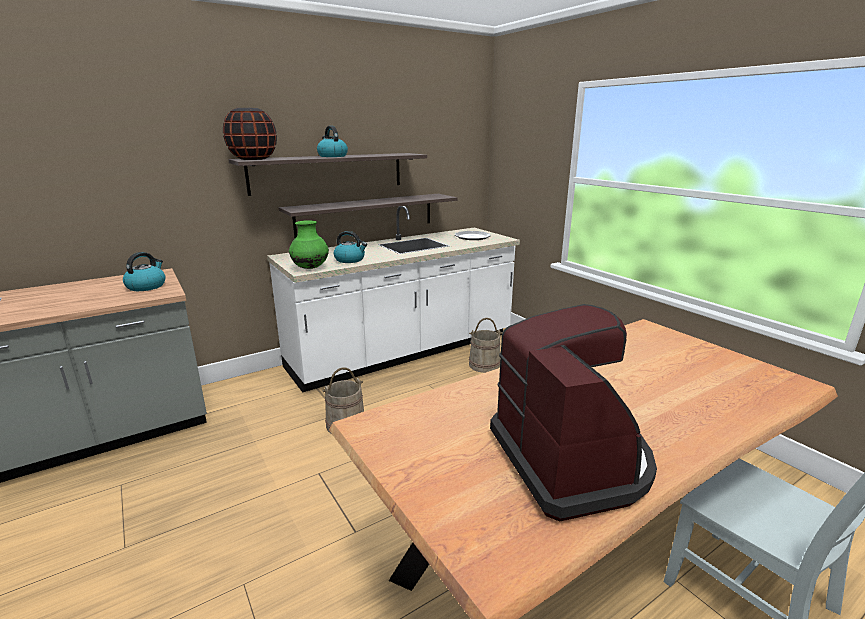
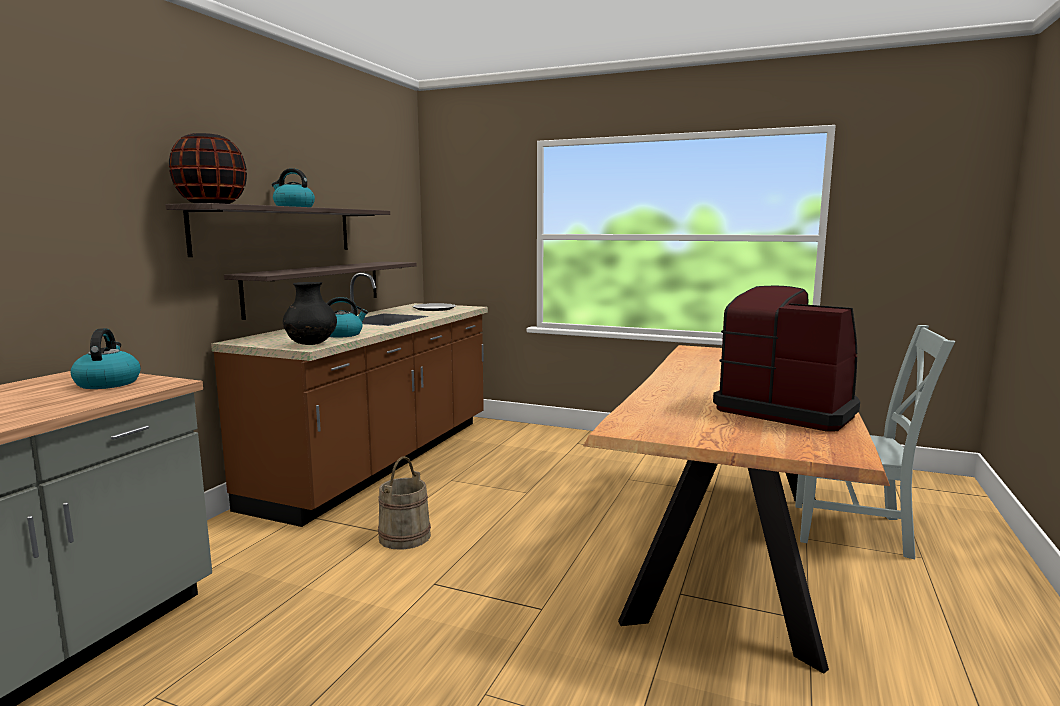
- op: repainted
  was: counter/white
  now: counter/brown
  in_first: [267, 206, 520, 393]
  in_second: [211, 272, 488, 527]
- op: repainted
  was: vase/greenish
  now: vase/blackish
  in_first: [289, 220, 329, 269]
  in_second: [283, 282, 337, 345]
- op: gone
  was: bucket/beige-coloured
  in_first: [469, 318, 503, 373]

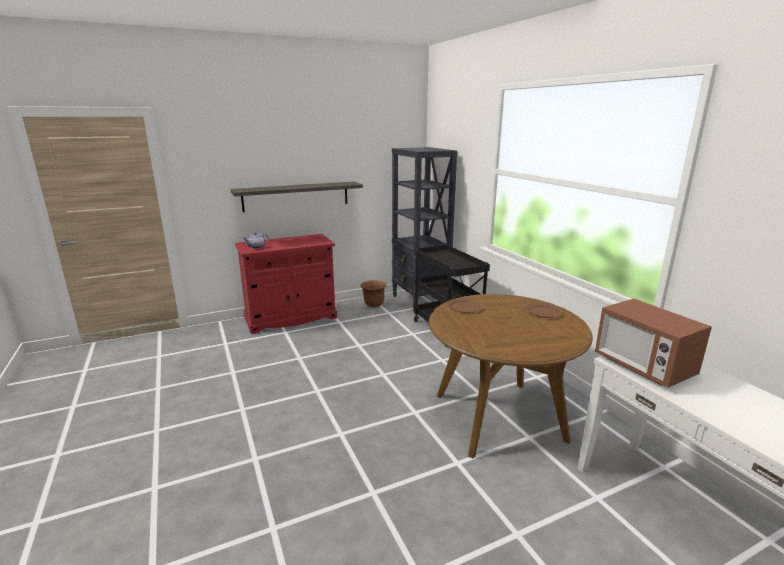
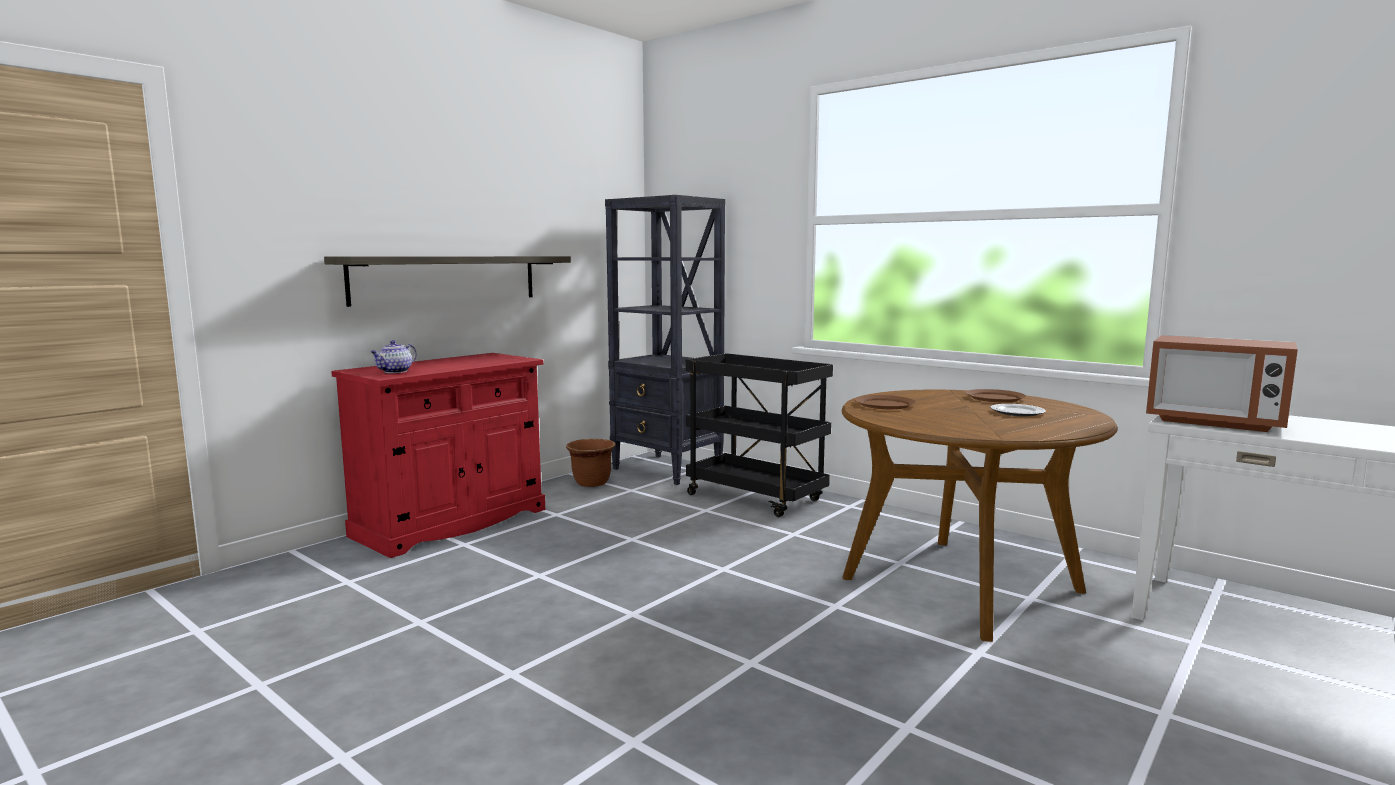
- op: new
  now: dinner plate
  in_second: [990, 404, 1046, 416]

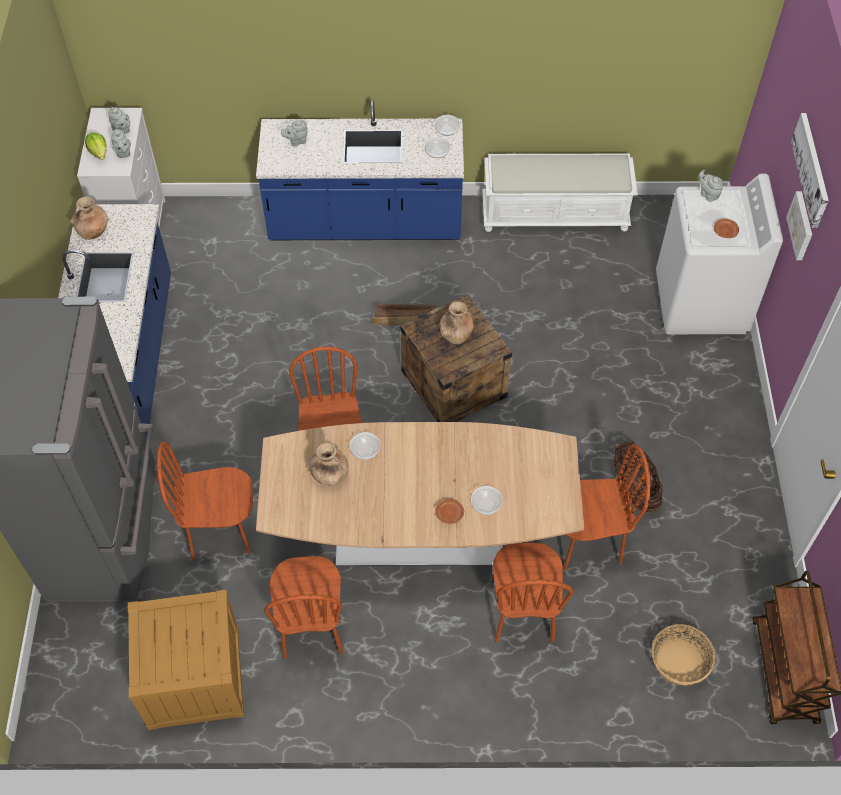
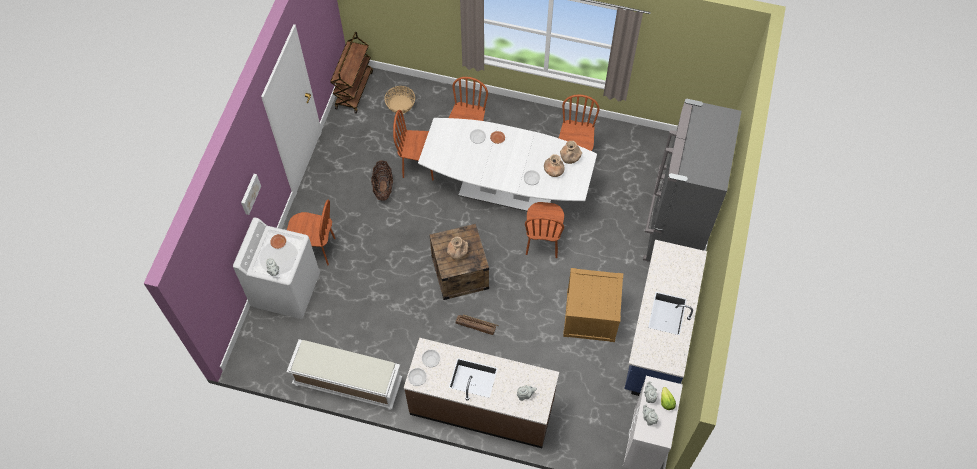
- op: shifted
  was: upright chair/brown
  in_first: [157, 441, 253, 561]
  in_second: [287, 199, 336, 265]
- op: repainted
  was: counter/blue
  now: counter/brown
  in_first: [256, 100, 464, 240]
  in_second: [404, 338, 559, 448]
- op: repainted
  was: kitchen table/brown
  now: kitchen table/white
  in_first: [256, 422, 584, 567]
  in_second: [418, 118, 597, 211]
- op: shifted
  was: vase/brown
  in_first: [70, 196, 109, 240]
  in_second: [560, 141, 582, 164]
- op: shifted
  was: crate
  in_first: [128, 590, 244, 730]
  in_second: [563, 268, 623, 342]
- op: gone
  was: picture
  in_first: [791, 113, 829, 228]

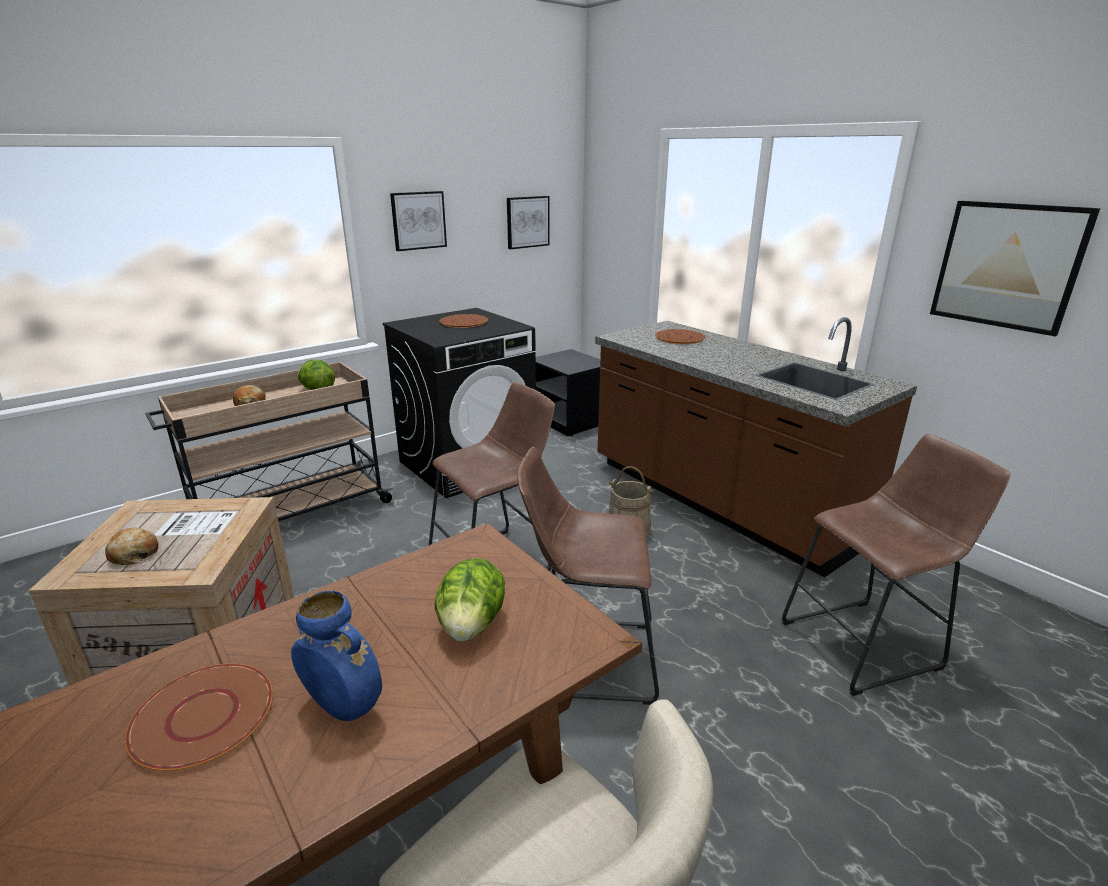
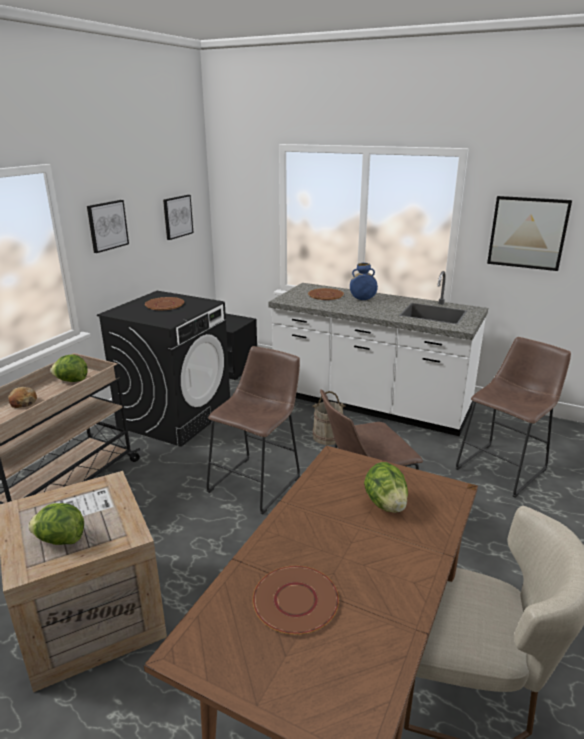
- op: swapped
  was: bakery bread
  now: head of lettuce
  in_first: [105, 528, 158, 565]
  in_second: [28, 503, 84, 545]
- op: repainted
  was: counter/brown
  now: counter/white
  in_first: [595, 317, 917, 577]
  in_second: [268, 271, 488, 436]
- op: shifted
  was: vase/blue
  in_first: [291, 591, 382, 721]
  in_second: [350, 263, 378, 300]

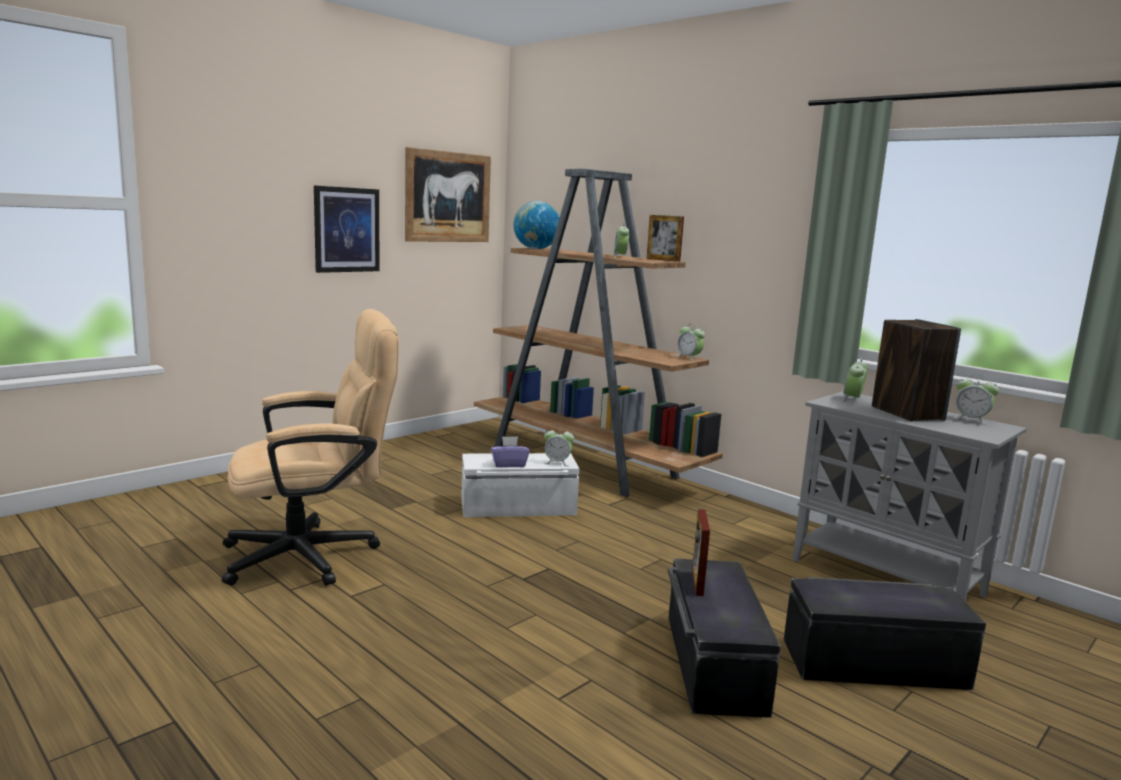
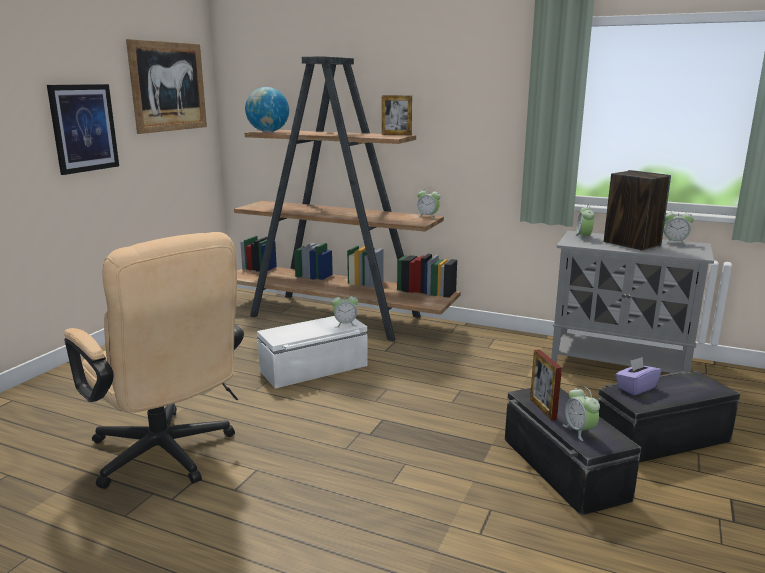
- op: rotated
  was: computer chair/beige-coloured
  in_first: [222, 309, 399, 586]
  in_second: [64, 232, 244, 489]
  clockwise: 90
- op: shifted
  was: bedside clock
  in_first: [613, 222, 629, 257]
  in_second: [563, 387, 600, 441]
- op: shifted
  was: box of tissues/purple-coloured
  in_first: [491, 436, 530, 468]
  in_second: [615, 357, 661, 395]

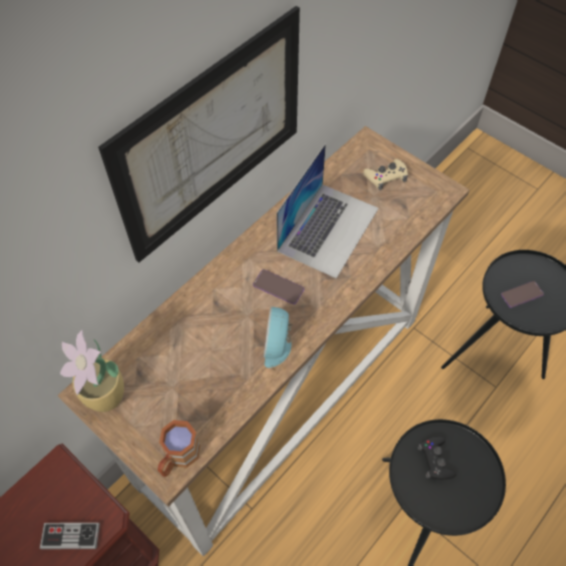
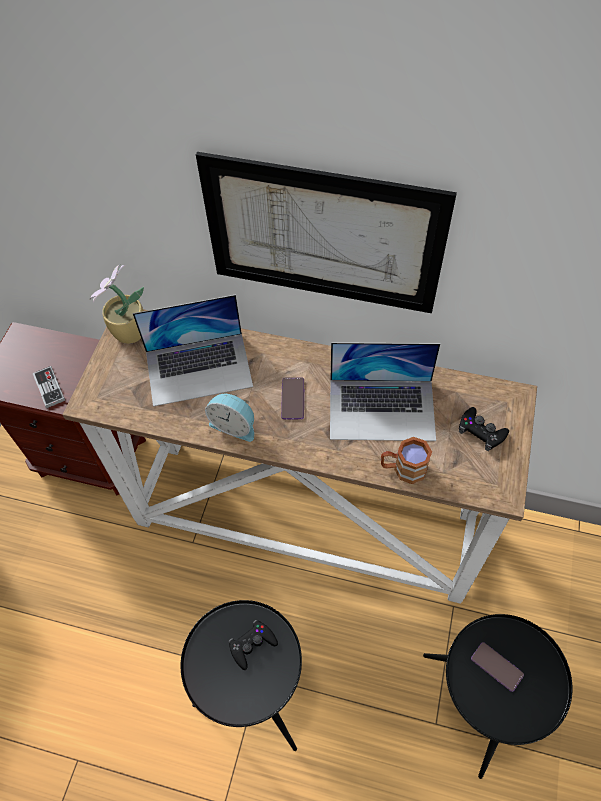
- op: new
  now: laptop
  in_second: [133, 294, 253, 407]
- op: rotated
  was: bedside clock
  in_first: [264, 307, 293, 368]
  in_second: [205, 394, 254, 442]
  clockwise: -135
- op: shifted
  was: tea mug/brown
  in_first: [158, 420, 200, 477]
  in_second: [381, 437, 432, 484]
- op: repainted
  was: game controller/beige-coloured
  now: game controller/blackish
  in_first: [364, 159, 408, 190]
  in_second: [459, 407, 509, 451]

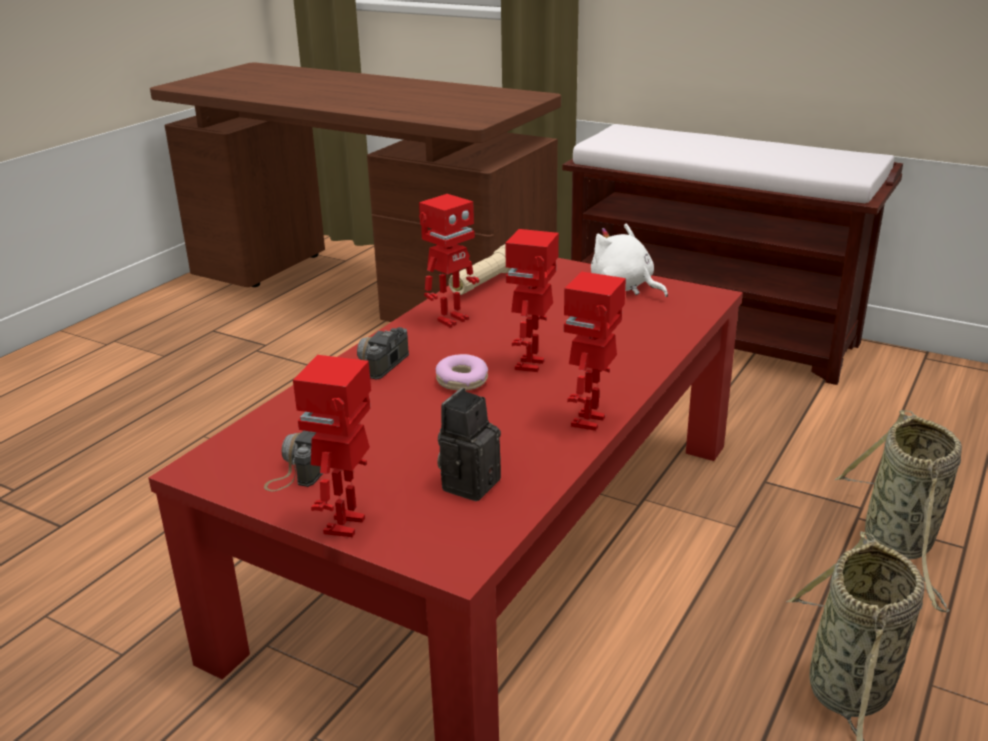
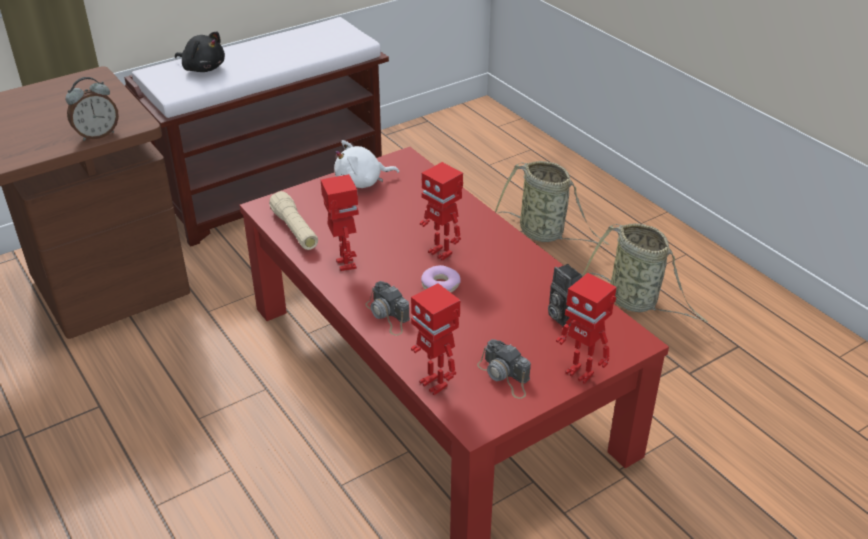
- op: new
  now: bedside clock
  in_second: [65, 77, 119, 141]
- op: new
  now: soft toy/blackish
  in_second: [175, 31, 225, 72]
- op: shifted
  was: model robot
  in_first: [563, 271, 626, 431]
  in_second: [411, 283, 460, 395]

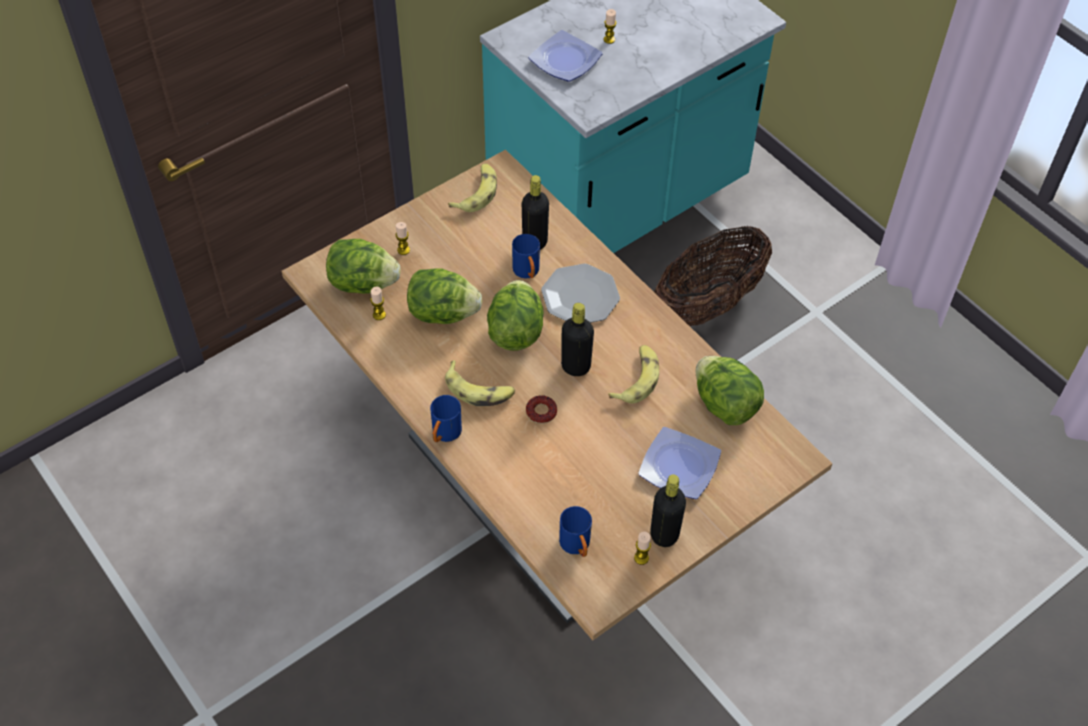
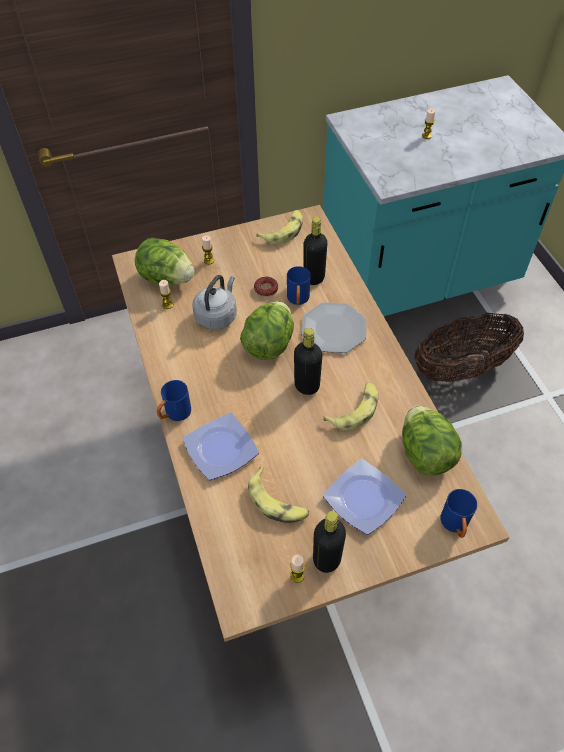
- op: shifted
  was: dinner plate
  in_first: [528, 30, 603, 82]
  in_second: [182, 413, 259, 480]
- op: swapped
  was: head of lettuce
  now: tea kettle/grey
  in_first: [407, 268, 482, 324]
  in_second: [192, 275, 237, 330]
- op: shifted
  was: whole banana
  in_first: [445, 360, 515, 406]
  in_second: [248, 466, 309, 523]
- op: shifted
  was: doughnut
  in_first: [526, 396, 557, 424]
  in_second: [254, 277, 278, 297]
- op: shifted
  was: tea mug/blue
  in_first: [559, 506, 592, 557]
  in_second: [441, 489, 477, 538]

